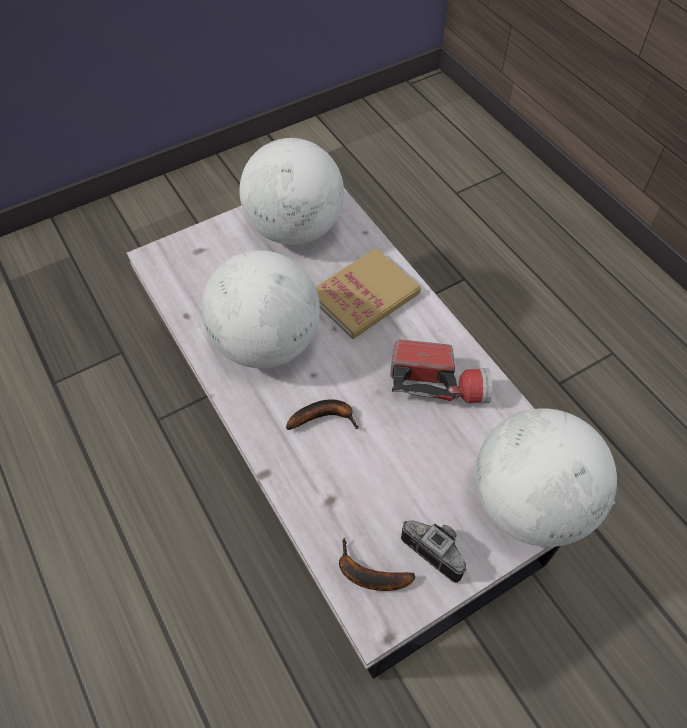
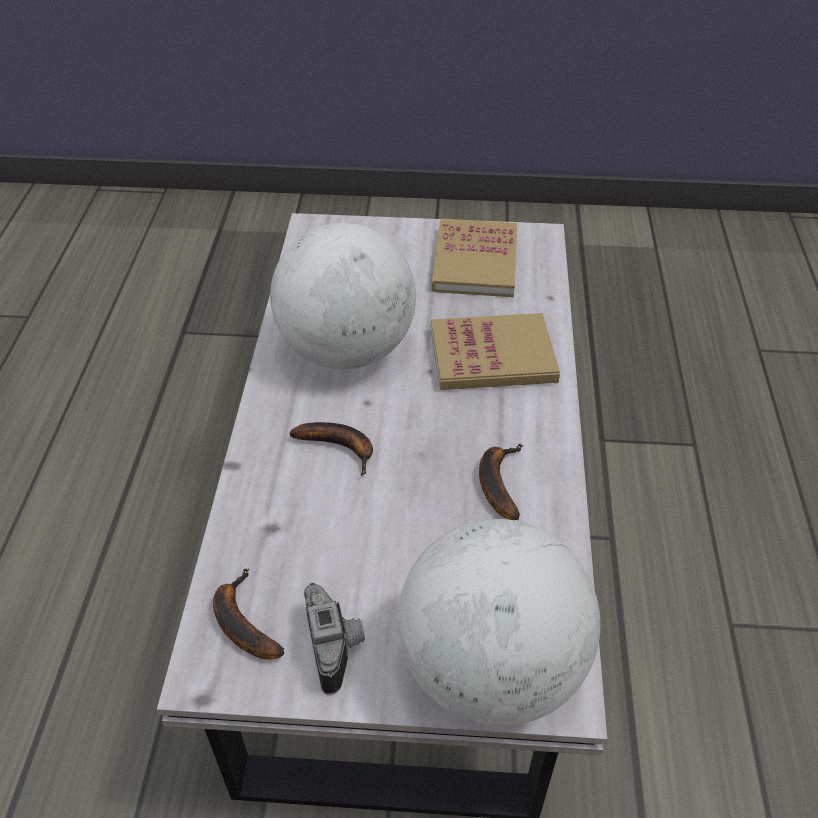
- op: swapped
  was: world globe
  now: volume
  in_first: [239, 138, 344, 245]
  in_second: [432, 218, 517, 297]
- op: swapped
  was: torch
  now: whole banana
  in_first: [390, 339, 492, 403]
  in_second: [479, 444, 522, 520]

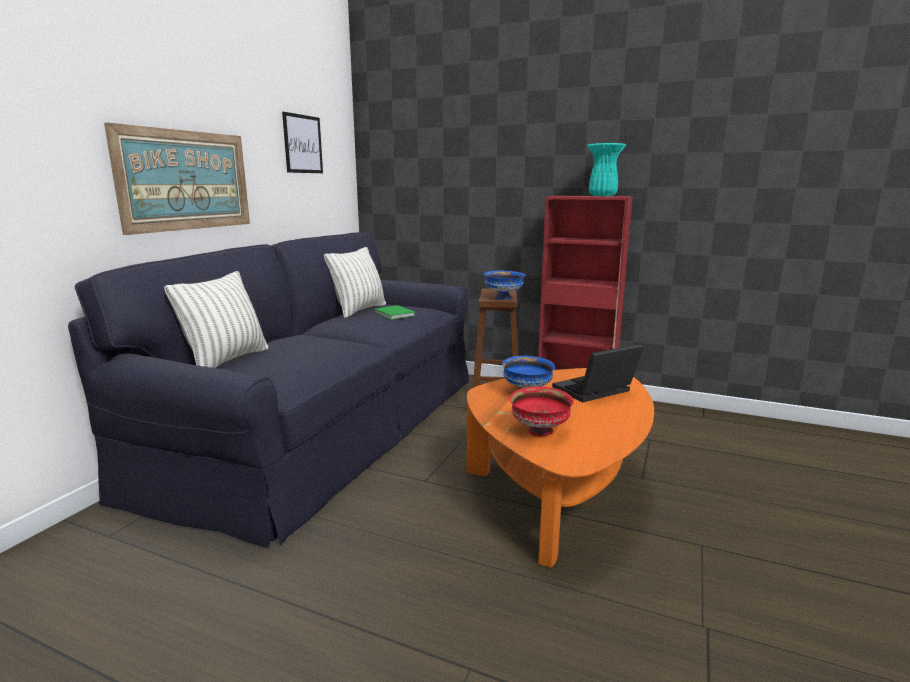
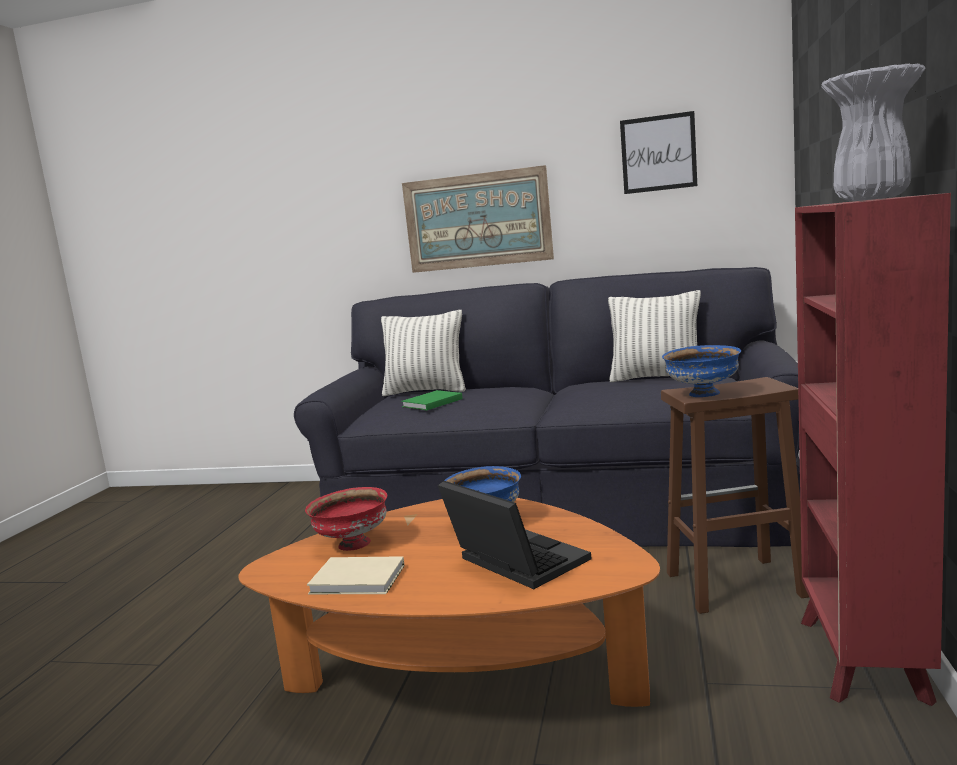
- op: new
  now: volume/beige-coloured
  in_second: [307, 556, 404, 594]
- op: shifted
  was: volume/greenish
  in_first: [375, 305, 415, 320]
  in_second: [401, 390, 463, 410]
- op: repainted
  was: vase/turquoise
  now: vase/white
  in_first: [587, 143, 626, 196]
  in_second: [821, 64, 926, 201]

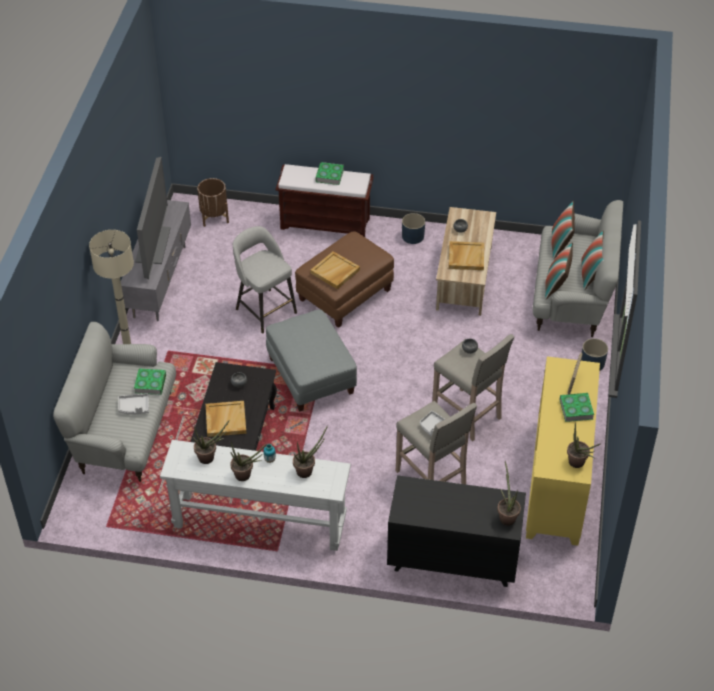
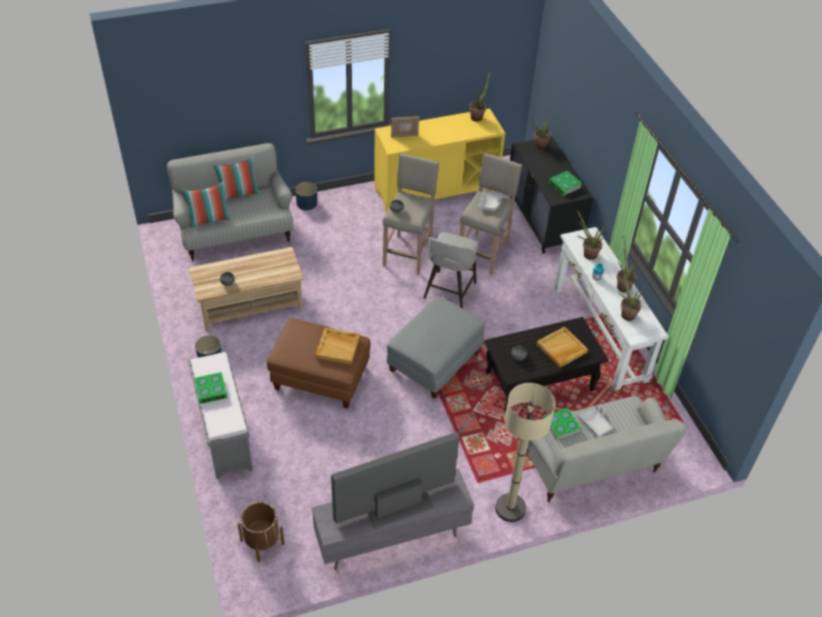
- op: repainted
  was: indoor bench/brown
  now: indoor bench/grey
  in_first: [276, 164, 374, 237]
  in_second: [188, 352, 253, 479]
- op: shifted
  was: stool/grey
  in_first: [233, 226, 297, 333]
  in_second: [423, 232, 478, 309]
- op: shifted
  was: volume
  in_first: [559, 393, 594, 422]
  in_second: [549, 171, 582, 196]
- op: gone
  was: tray/beige-coloured
  in_first: [449, 241, 484, 270]
- op: gone
  was: pillow
  in_first: [545, 242, 573, 300]

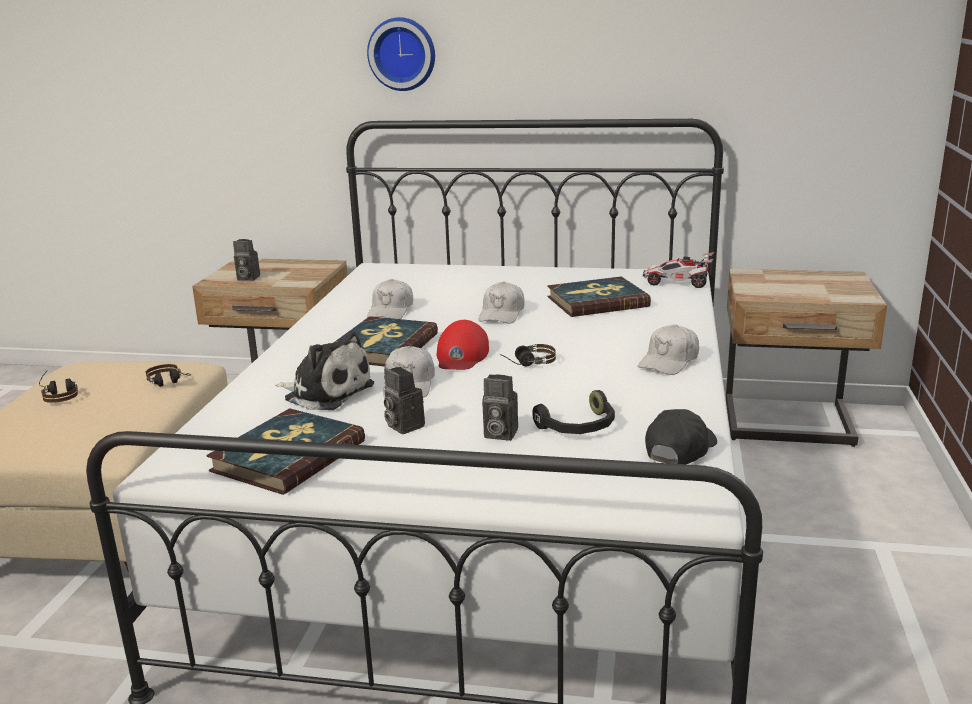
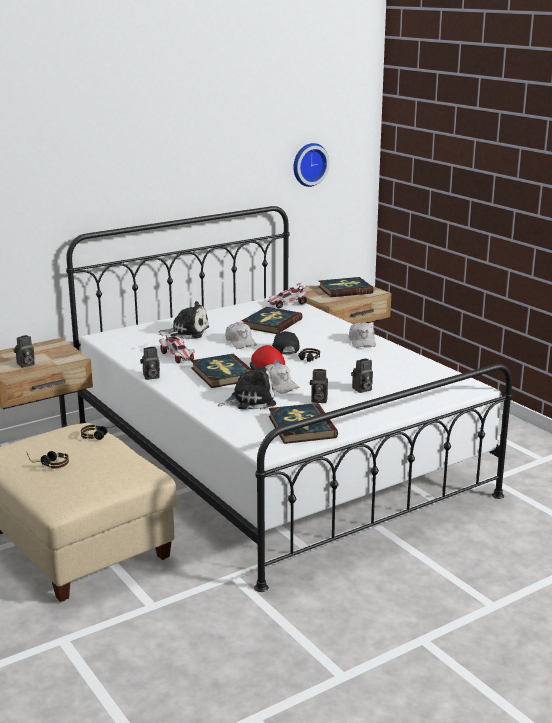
- op: new
  now: still camera
  in_second: [140, 347, 160, 380]
- op: new
  now: soft toy
  in_second: [158, 301, 209, 339]
- op: swapped
  was: cap/white
  now: model car
  in_first: [367, 279, 413, 319]
  in_second: [159, 329, 195, 363]
- op: shifted
  was: cap/blackish
  in_first: [645, 409, 717, 464]
  in_second: [272, 331, 300, 355]
- op: shifted
  was: clock on the wall
  in_first: [367, 17, 435, 91]
  in_second: [293, 143, 330, 187]
- op: new
  now: volume
  in_second: [318, 277, 374, 297]
- op: gone
  was: headset/blackish
  in_first: [532, 390, 615, 434]

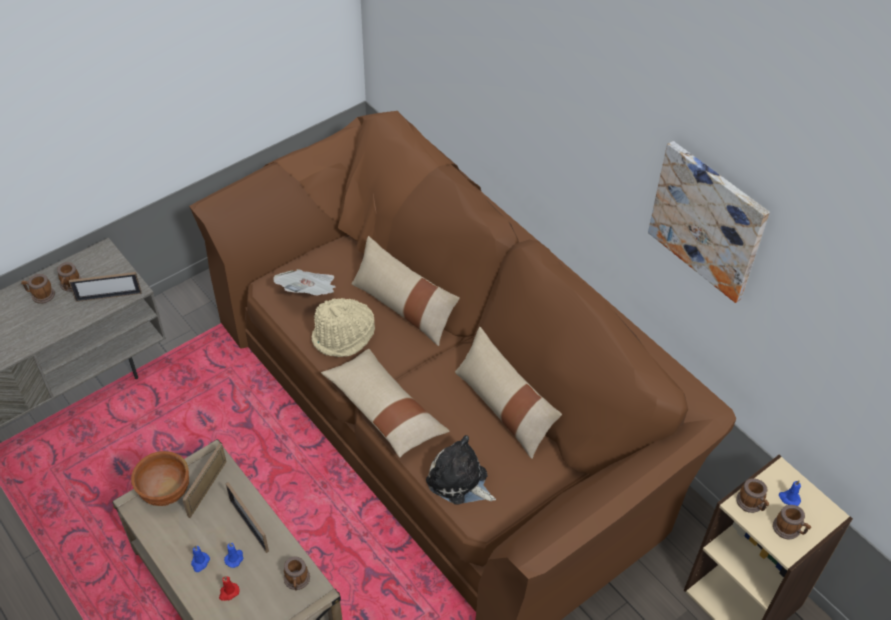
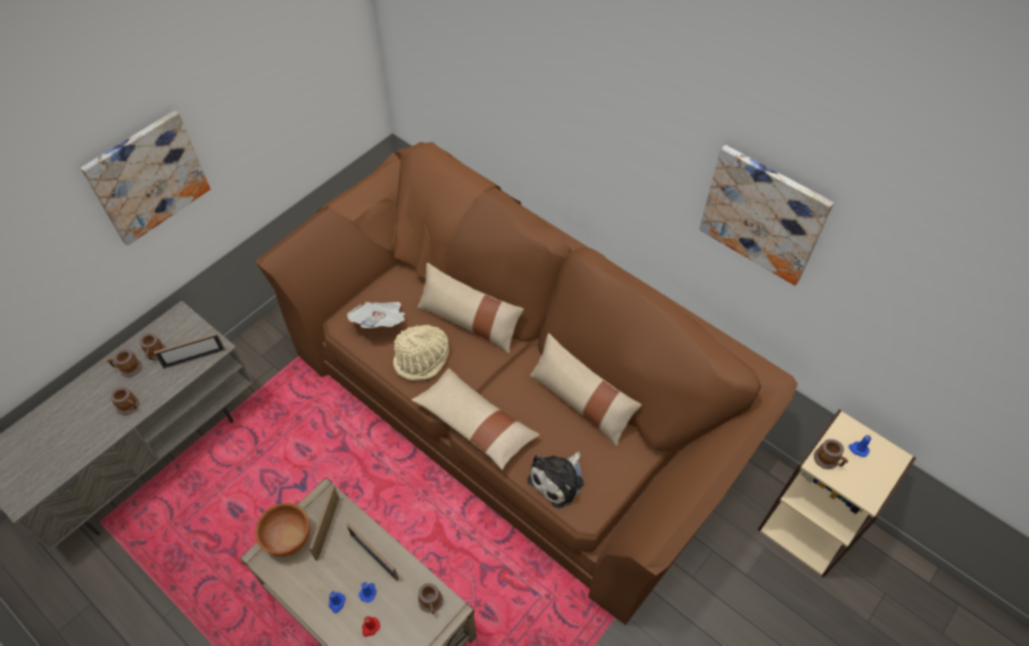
- op: new
  now: picture
  in_second: [81, 110, 210, 246]
- op: shifted
  was: tea mug
  in_first: [773, 505, 811, 540]
  in_second: [110, 387, 139, 415]
- op: rotated
  was: soft toy
  in_first: [426, 435, 496, 505]
  in_second: [527, 452, 584, 508]
  clockwise: -75

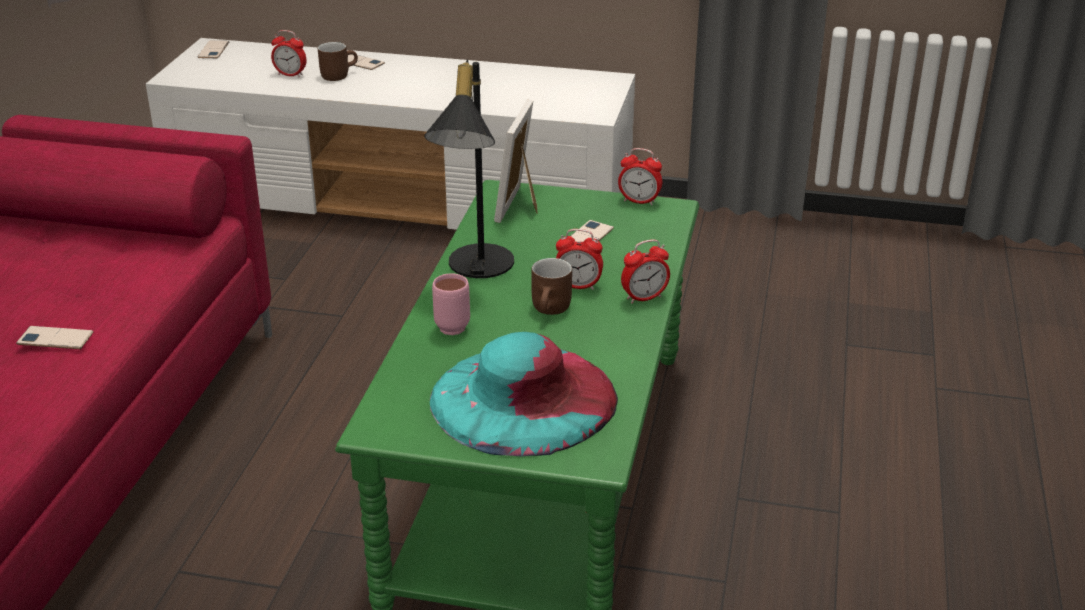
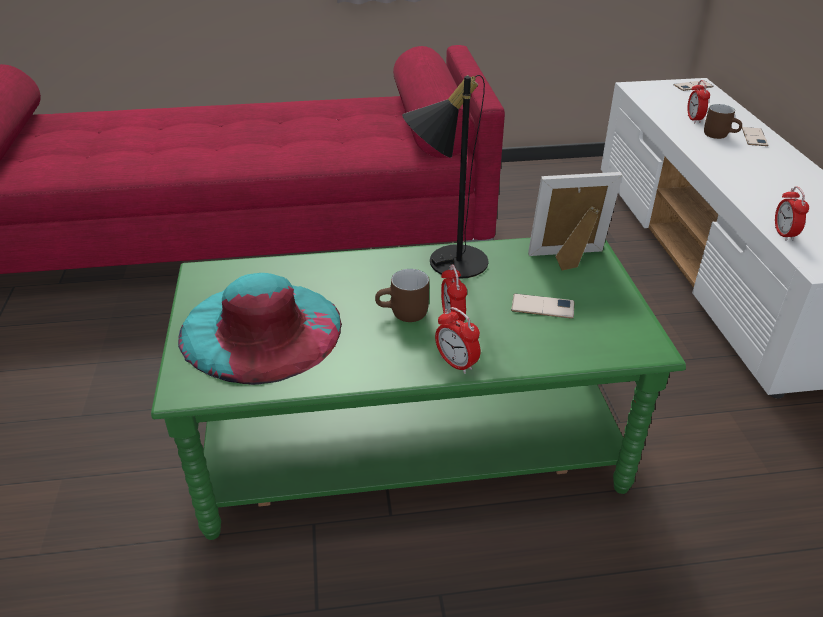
- op: shifted
  was: bedside clock
  in_first: [618, 148, 662, 205]
  in_second: [775, 186, 809, 241]
- op: gone
  was: handset
  in_first: [16, 326, 93, 349]
- op: gone
  was: tea mug/pink
  in_first: [432, 273, 470, 335]

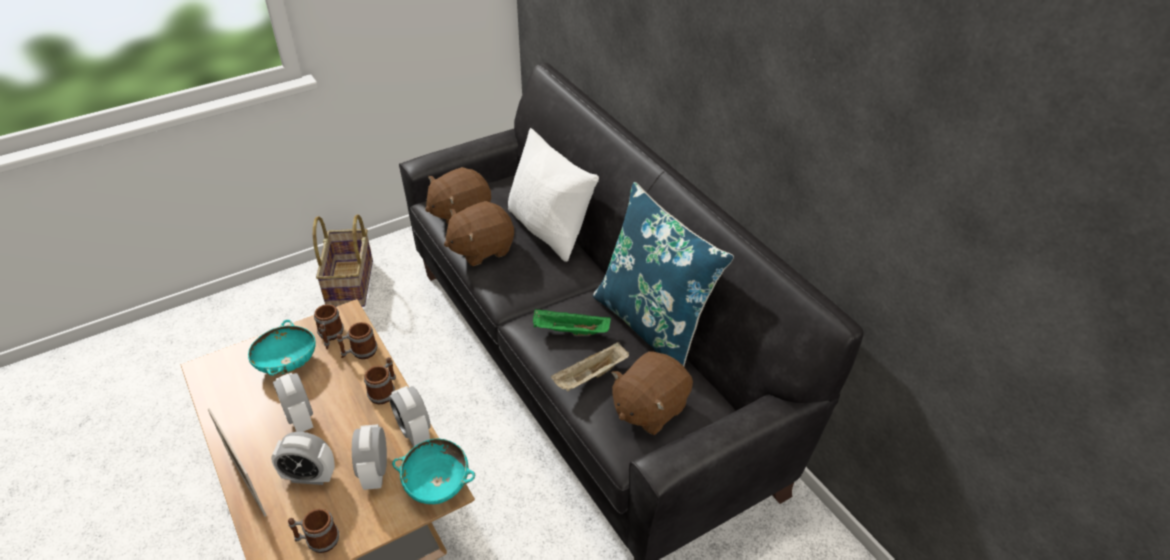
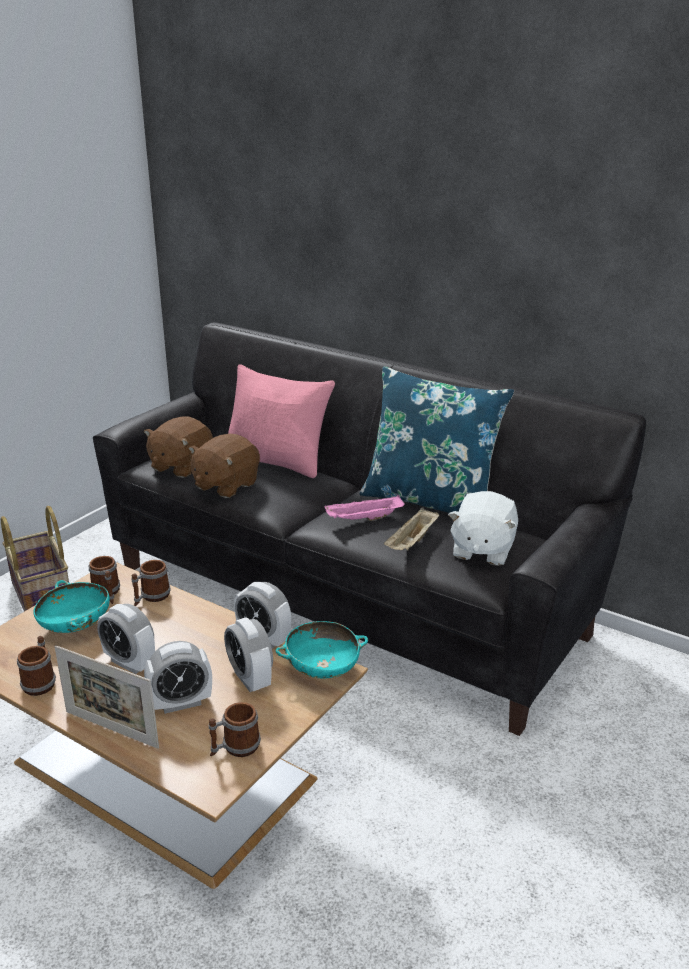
- op: shifted
  was: tea mug
  in_first: [364, 357, 396, 405]
  in_second: [17, 636, 56, 696]
- op: repainted
  was: pillow/white
  now: pillow/pink
  in_first: [508, 128, 599, 262]
  in_second: [228, 364, 335, 478]
- op: repainted
  was: tray/greenish
  now: tray/pink
  in_first: [533, 309, 611, 336]
  in_second: [324, 495, 404, 521]
- op: repainted
  was: soft toy/brown
  now: soft toy/white
  in_first: [611, 351, 693, 435]
  in_second: [448, 491, 518, 566]

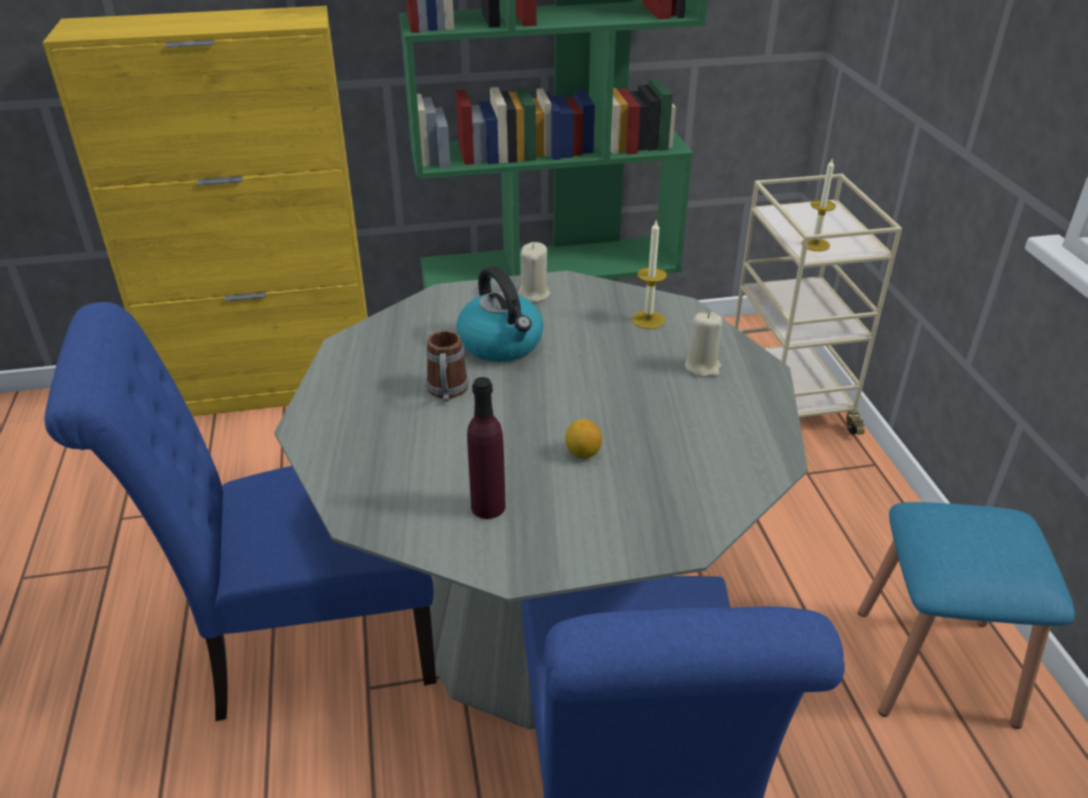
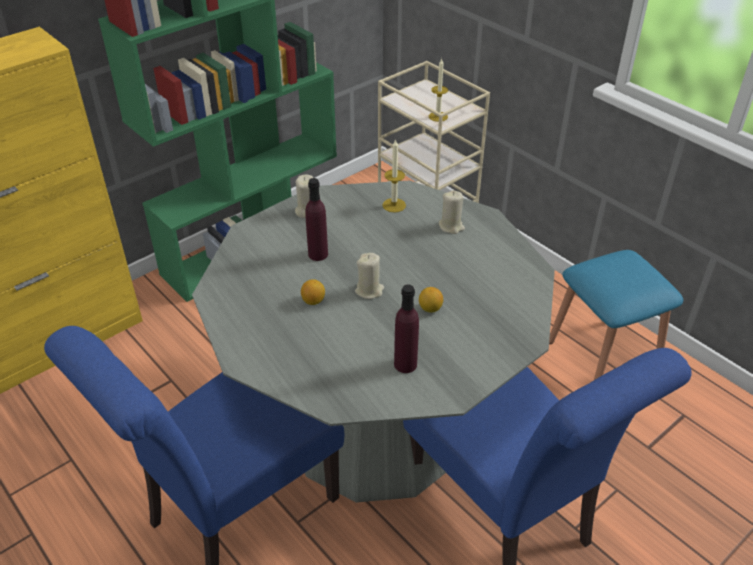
- op: swapped
  was: tea mug
  now: citrus fruit
  in_first: [426, 331, 469, 402]
  in_second: [301, 279, 325, 305]
- op: swapped
  was: tea kettle
  now: drink bottle/purple-coloured
  in_first: [456, 266, 544, 362]
  in_second: [305, 178, 328, 261]
- op: new
  now: wax candle/beige-coloured
  in_second: [355, 253, 384, 299]

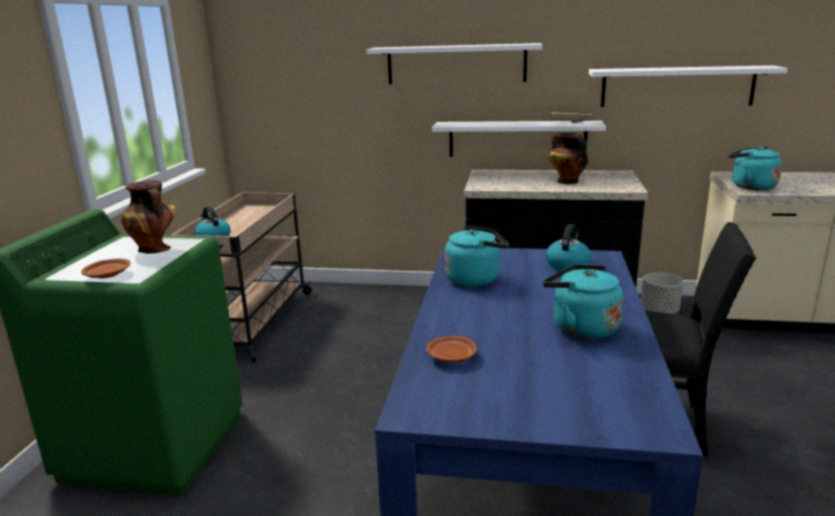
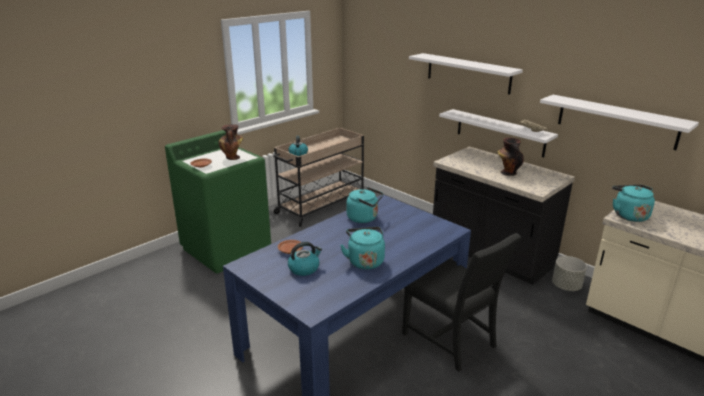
- op: shifted
  was: tea kettle
  in_first: [546, 224, 591, 270]
  in_second: [288, 242, 322, 276]

